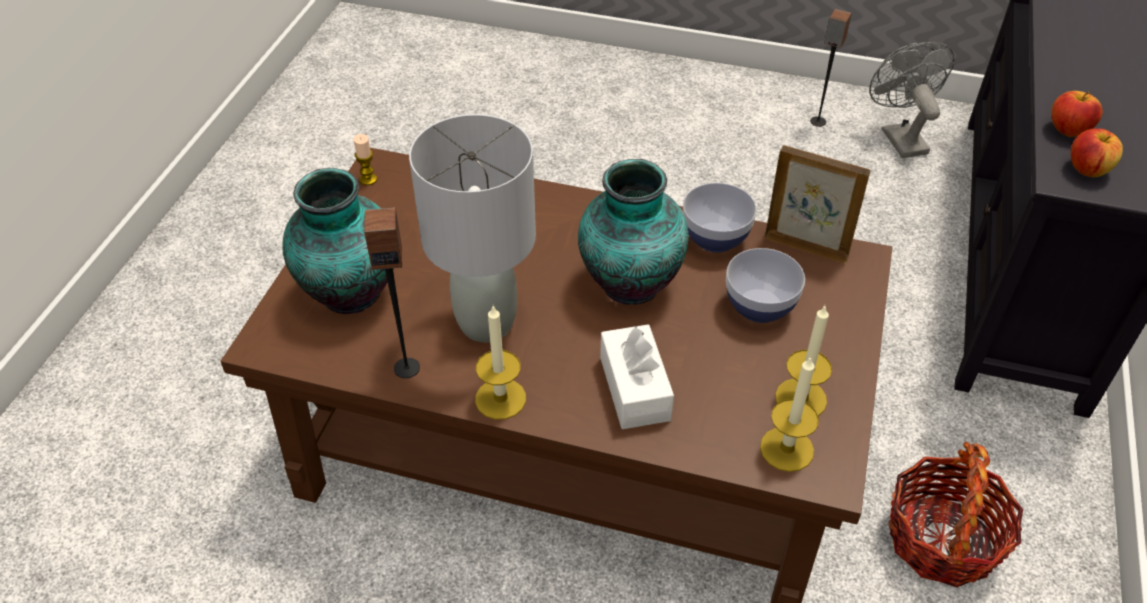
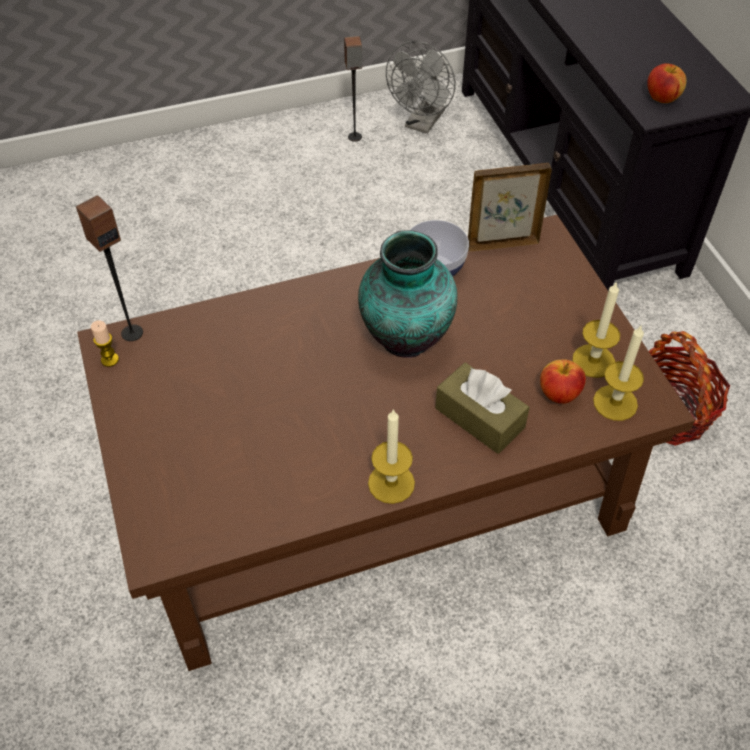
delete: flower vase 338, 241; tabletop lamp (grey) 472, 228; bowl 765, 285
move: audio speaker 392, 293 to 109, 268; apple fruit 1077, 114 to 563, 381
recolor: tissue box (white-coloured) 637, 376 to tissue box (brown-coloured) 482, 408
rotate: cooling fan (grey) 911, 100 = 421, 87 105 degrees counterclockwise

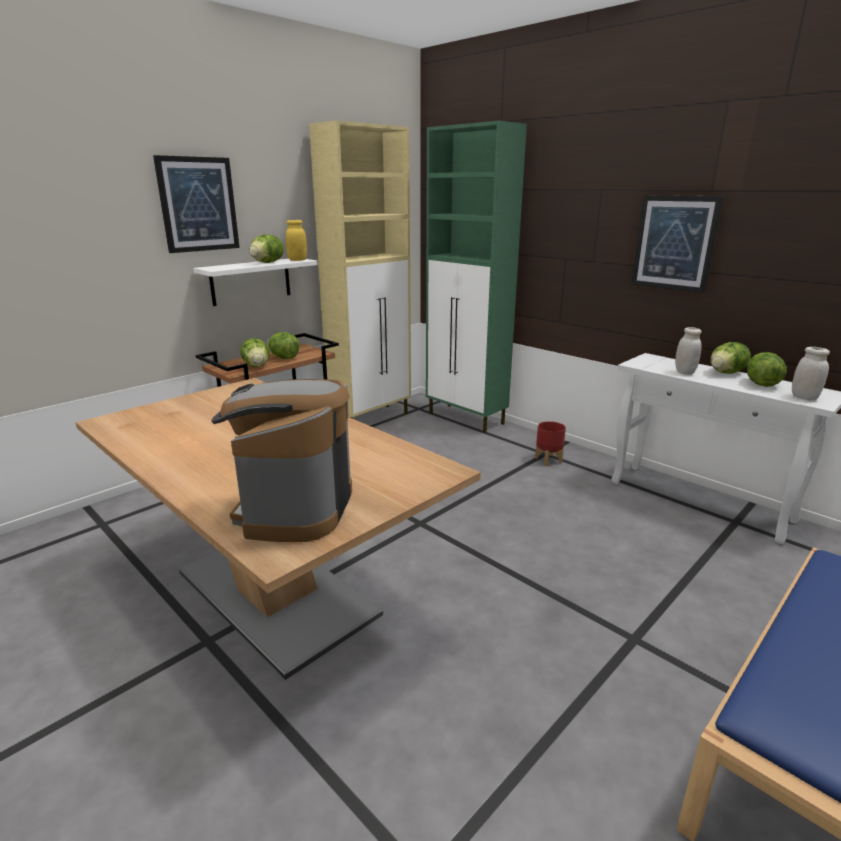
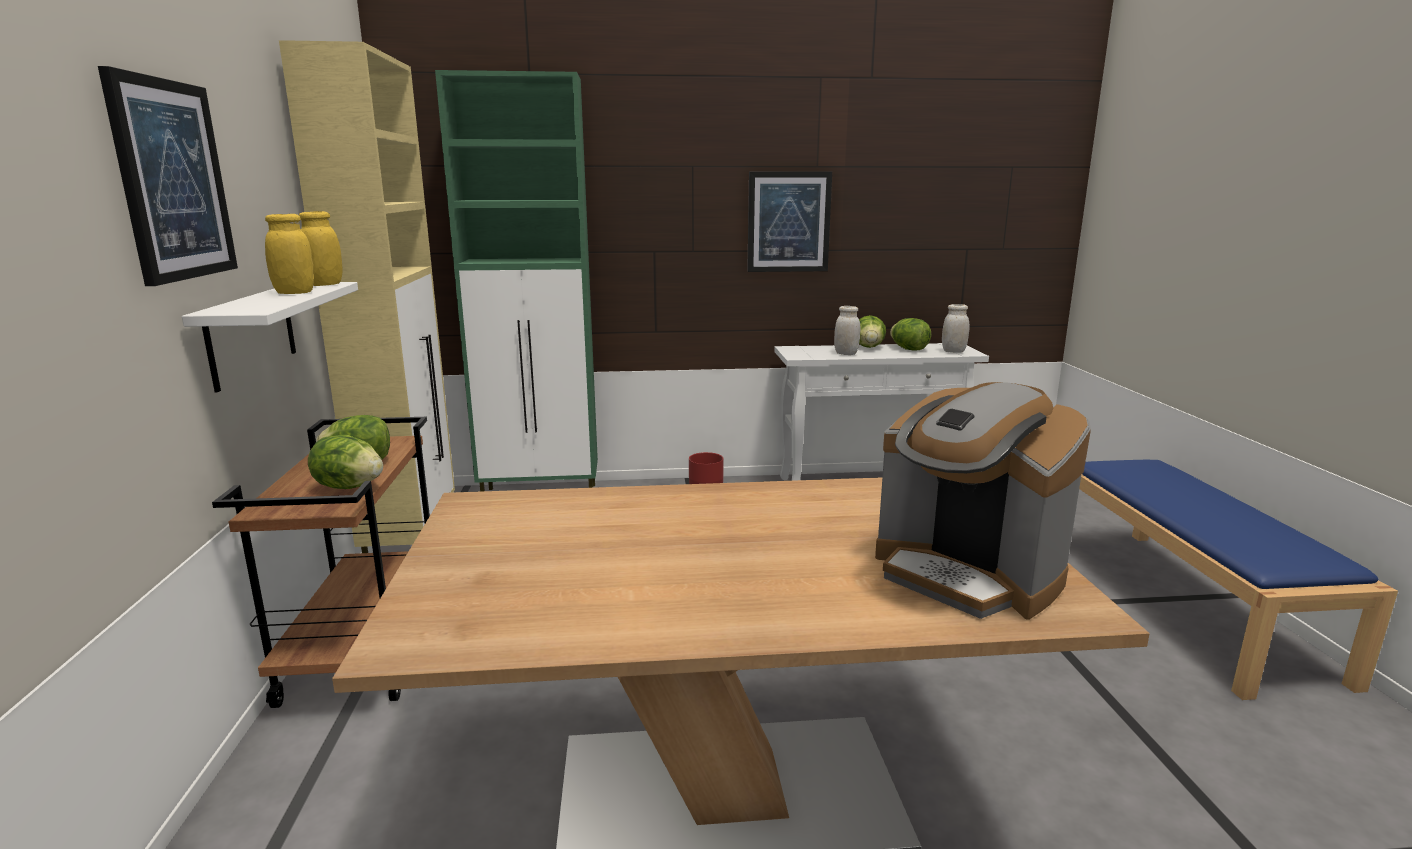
replace: lettuce head 266, 248 to jar (yellow-coloured) 289, 254

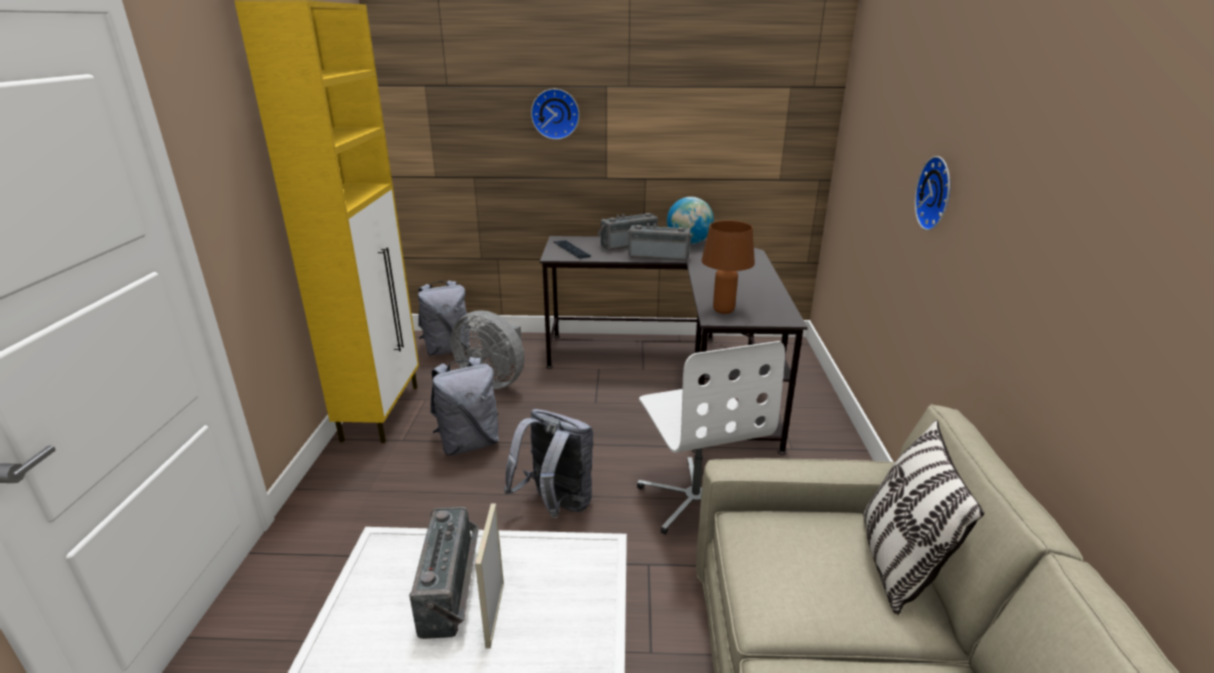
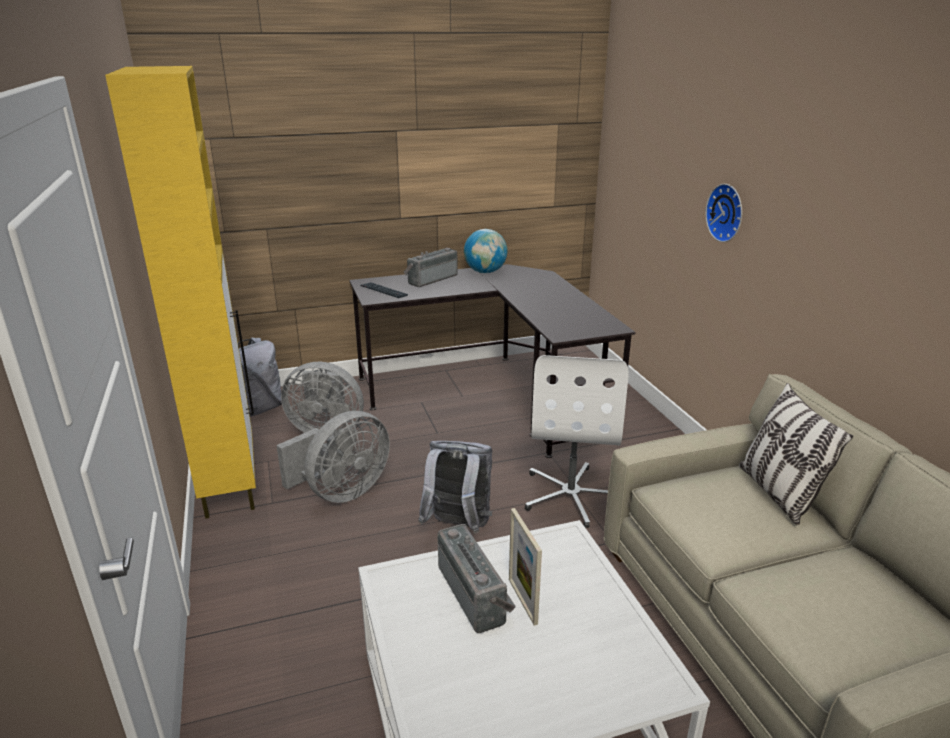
delete: wall clock 555, 114; radio 659, 242; tabletop lamp (brown-coloured) 728, 267
replace: backpack (grey) 464, 406 to cooling fan (grey) 333, 457
rotate: office chair (white-coloured) 711, 437 = 577, 441 45 degrees clockwise

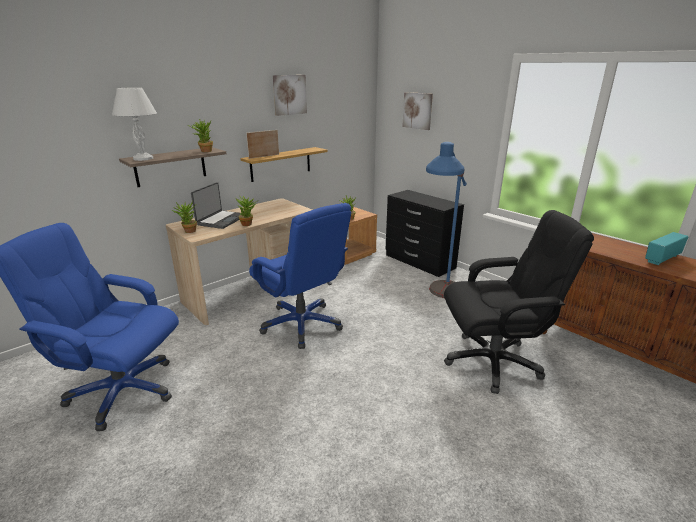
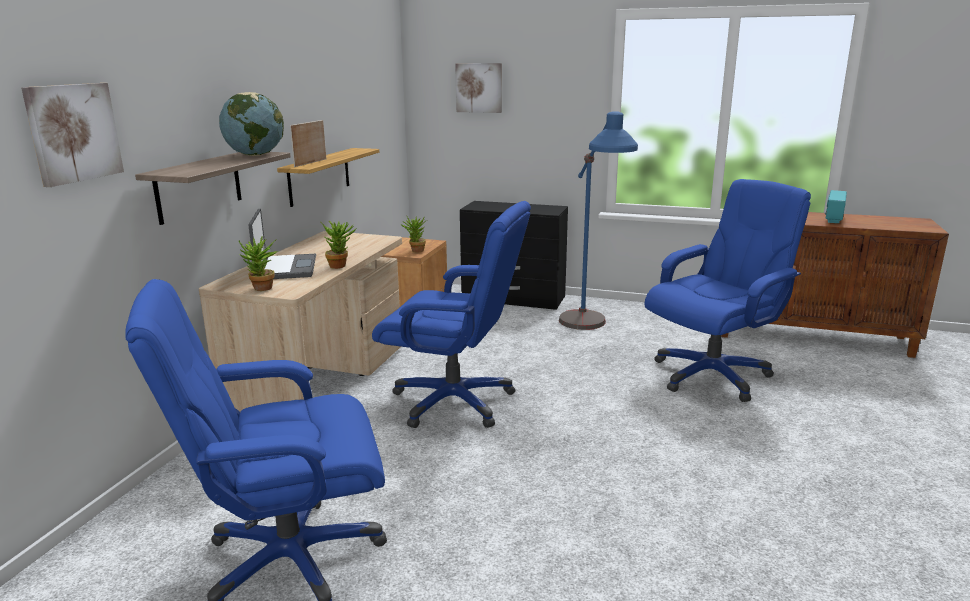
delete: tabletop lamp (white-coloured) 134, 124
move: picture 290, 95 to 72, 135
replace: plant in a pot 200, 135 to world globe 251, 124
recolor: office chair (black) 519, 302 to office chair (blue-coloured) 727, 290

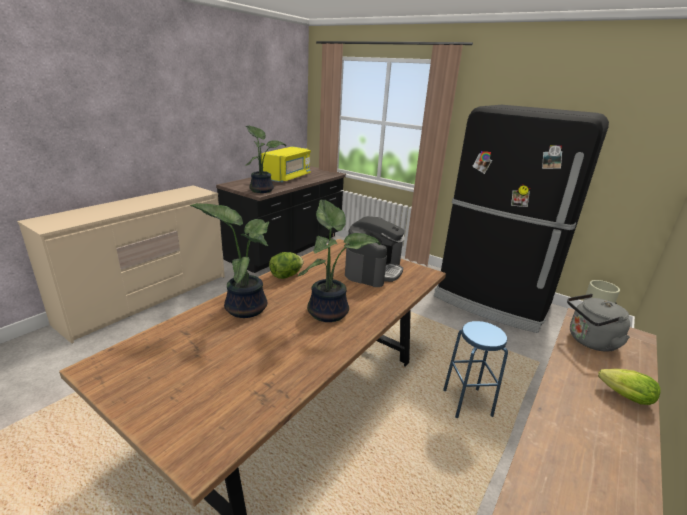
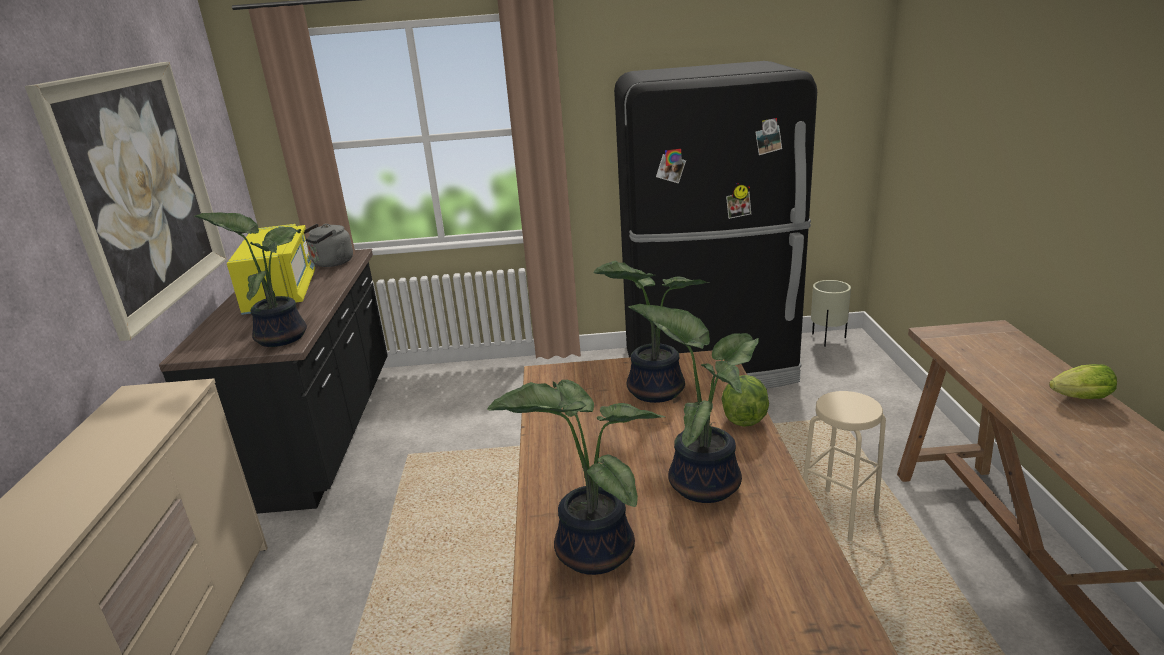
insert: picture 126, 201
move: lettuce head 286, 265 to 745, 401; kettle (grey) 598, 323 to 328, 245
replace: coffee machine 375, 251 to plant in a pot 651, 332
recolor: stool seat (blue-coloured) 475, 369 to stool seat (beige) 844, 466

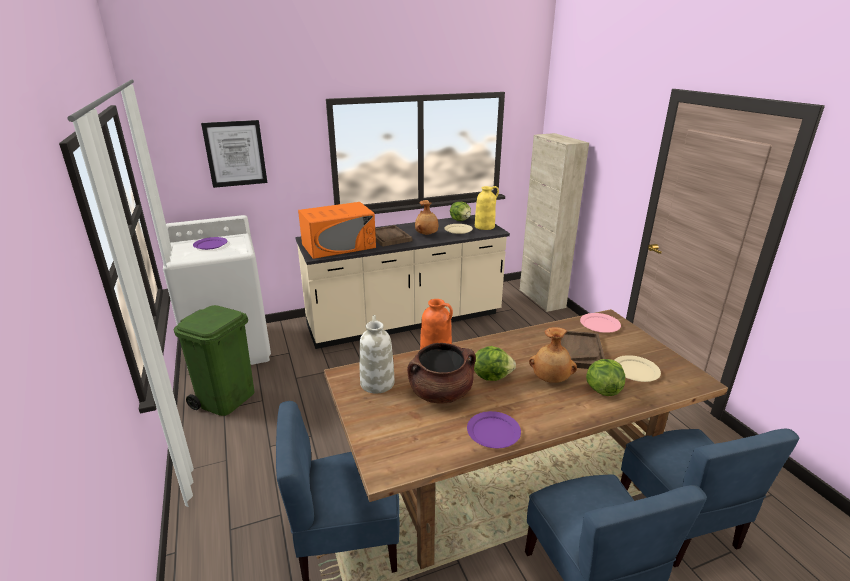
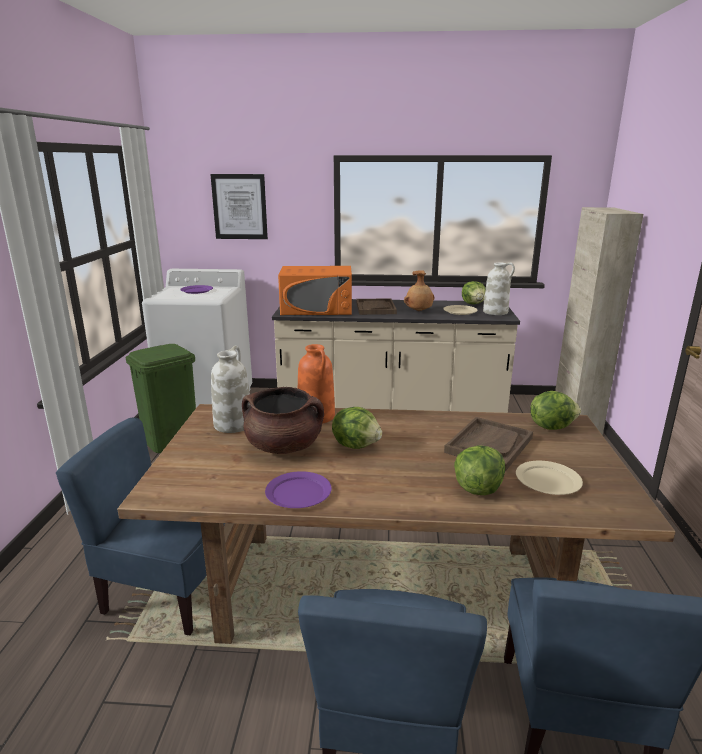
delete: flower vase (brown-coloured) 553, 355
replace: plate (pinkish) 600, 323 to lettuce head 555, 410
recolor: flower vase (yellow-coloured) 487, 208 to flower vase (white-coloured) 499, 288

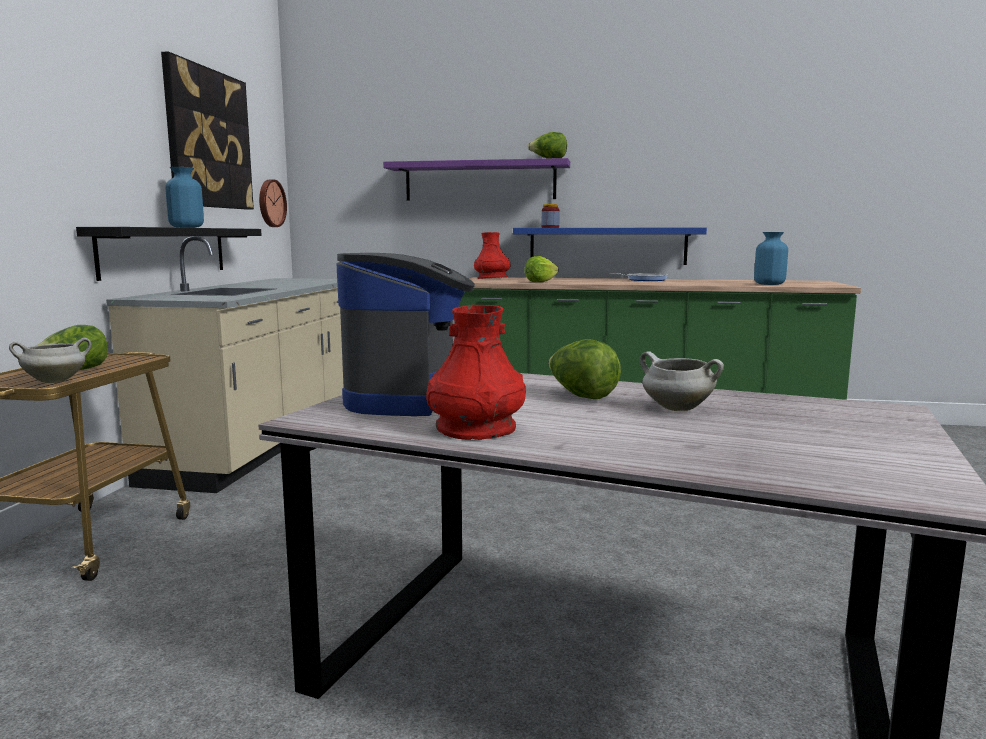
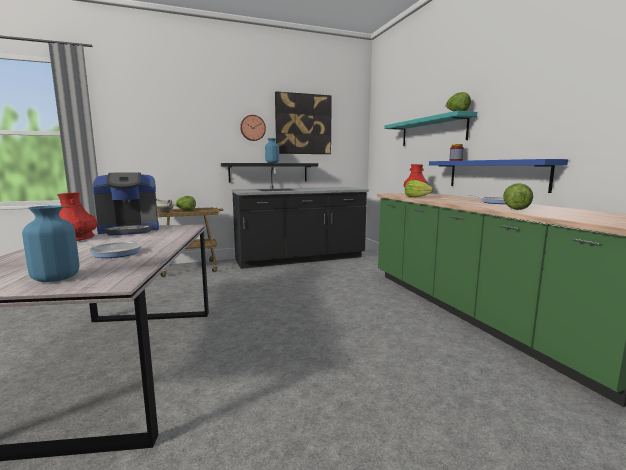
move: wall clock 273, 203 to 253, 128; lettuce head 584, 369 to 518, 196; flower vase (blue-coloured) 771, 258 to 50, 243
replace: saucepot (white-coloured) 682, 381 to frying pan 109, 250
recolor: kitchen base unit (beige) 225, 364 to kitchen base unit (black) 300, 218; wall shelf (purple-coloured) 476, 179 to wall shelf (turquoise) 430, 128

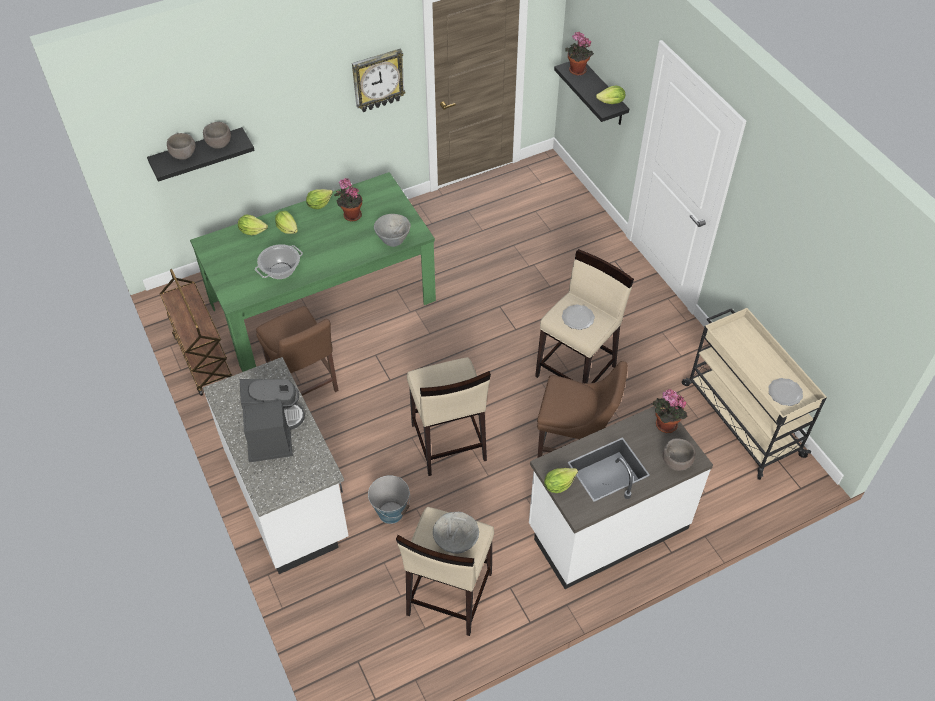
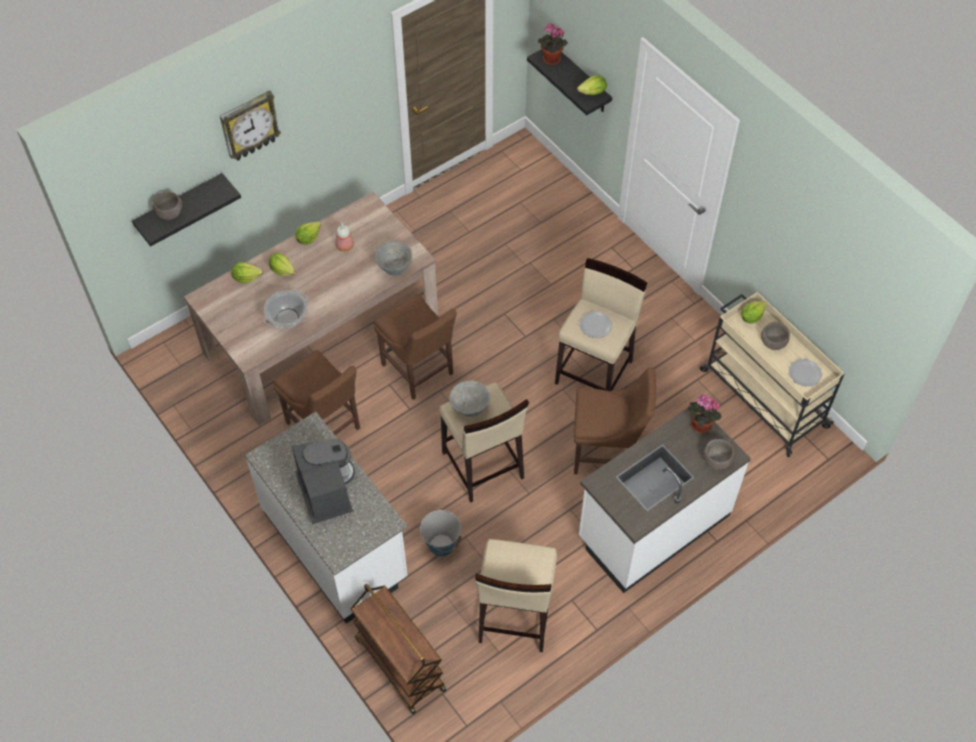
insert: chair (brown-coloured) 415, 347
move: trolley (brown-coloured) 196, 332 to 398, 649; bowl (brown-coloured) 217, 135 to 775, 336; wall clock 379, 80 to 250, 125; bowl (grey) 456, 532 to 469, 398; lettuce head 561, 480 to 754, 312
replace: plant in a pot 348, 199 to beverage bottle 345, 237
recolor: kitchen table (green-coloured) 313, 272 to kitchen table (beige) 311, 308

